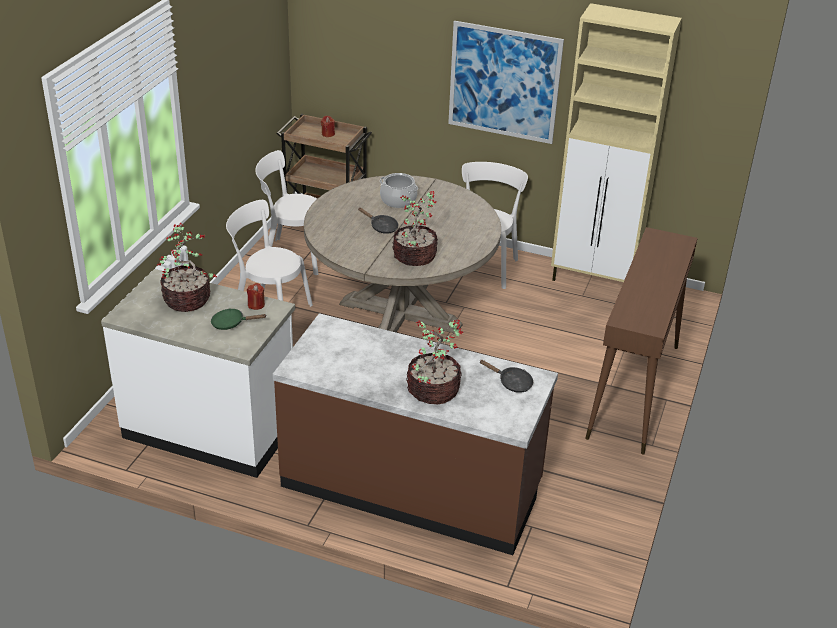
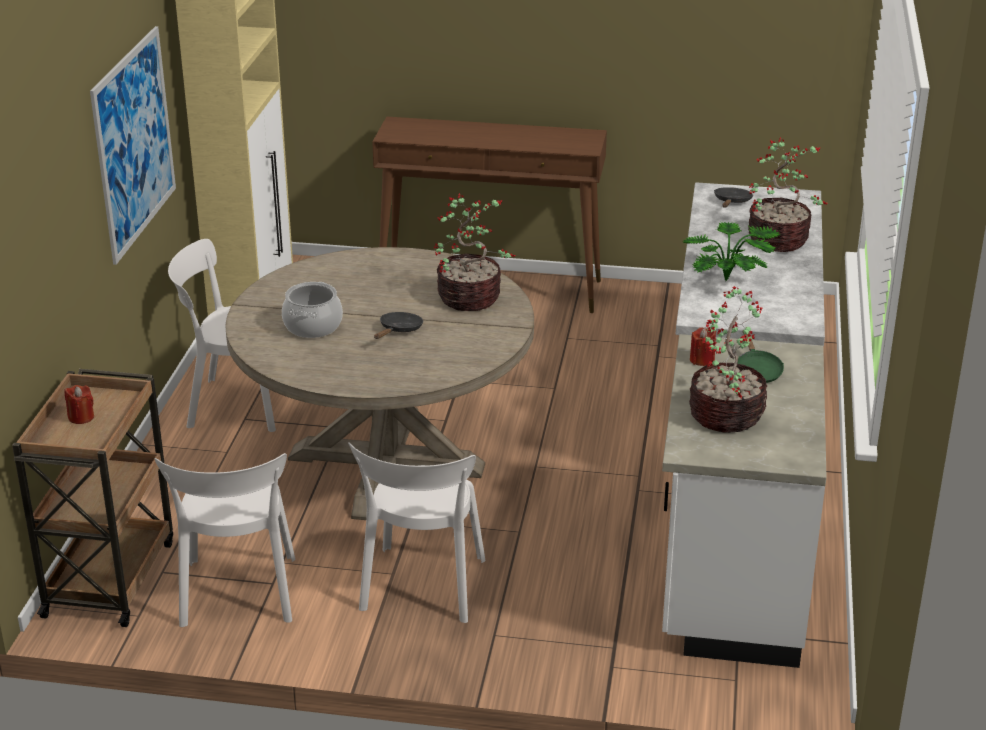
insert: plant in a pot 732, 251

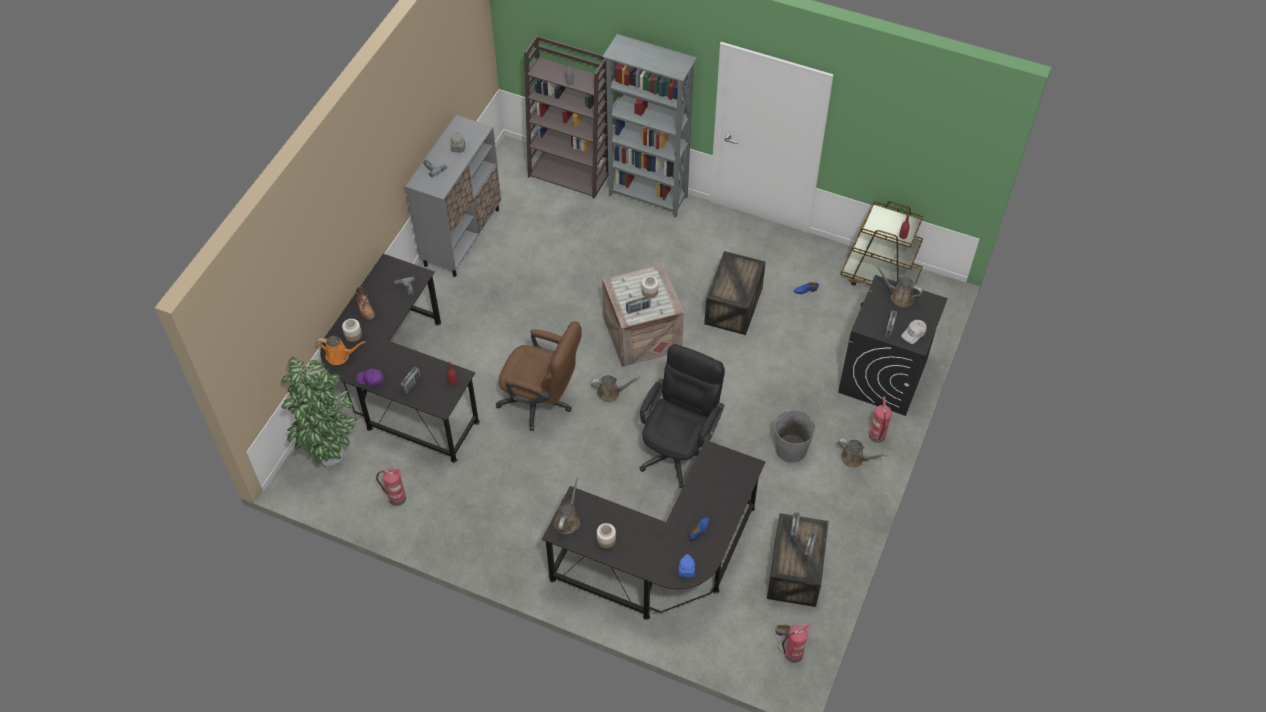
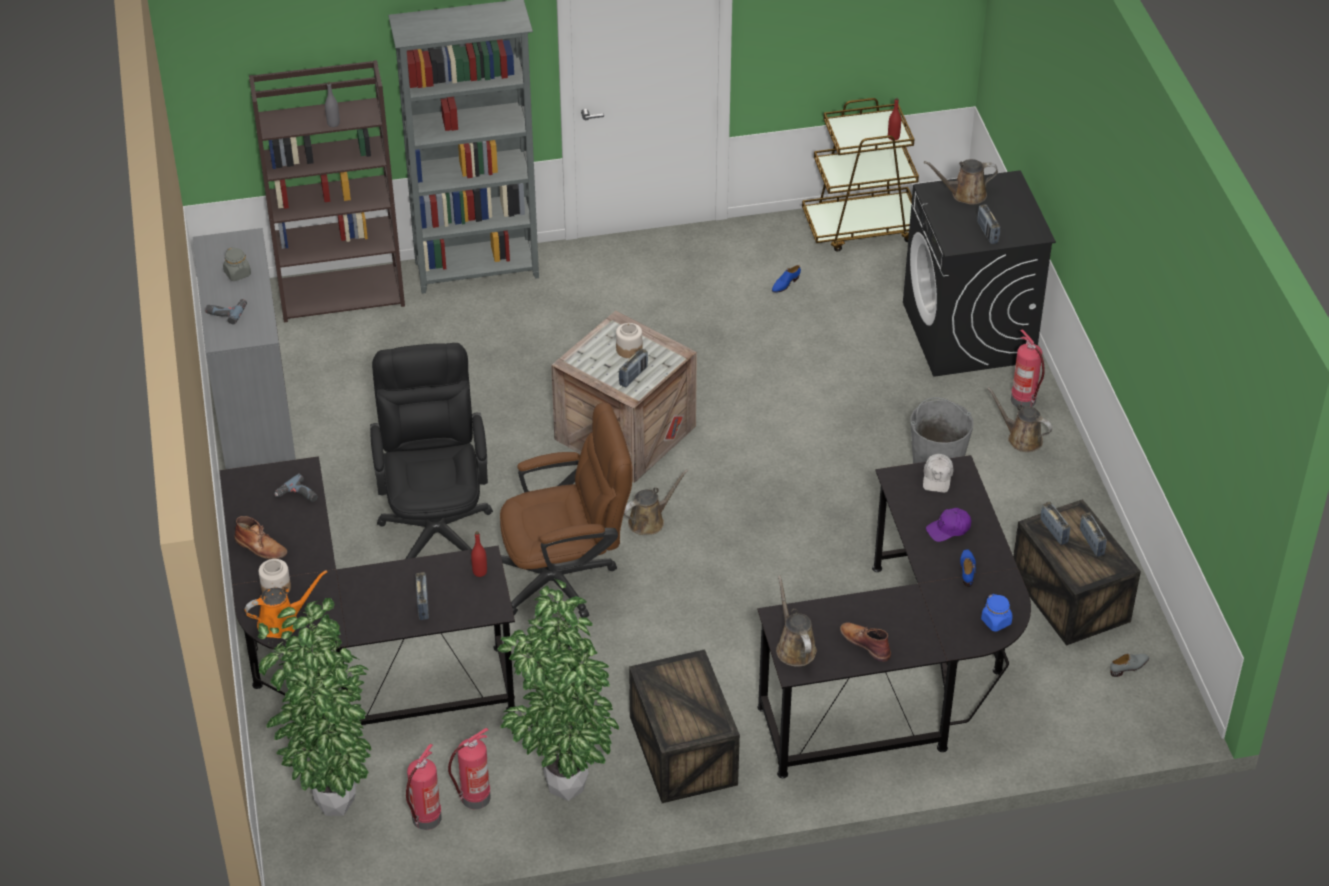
insert: plant in a pot 558, 690
move: baseball cap (purple-coloured) 370, 377 to 949, 525; office chair (black) 682, 416 to 431, 451; shipping crate 735, 293 to 684, 726; extinguisher 796, 643 to 424, 787; baseball cap (white-coloured) 914, 332 to 938, 473
replace: jar 606, 535 to boot (brown-coloured) 865, 642
rotate: watering can (brown-coloured) 862, 453 = 1020, 419 135 degrees counterclockwise

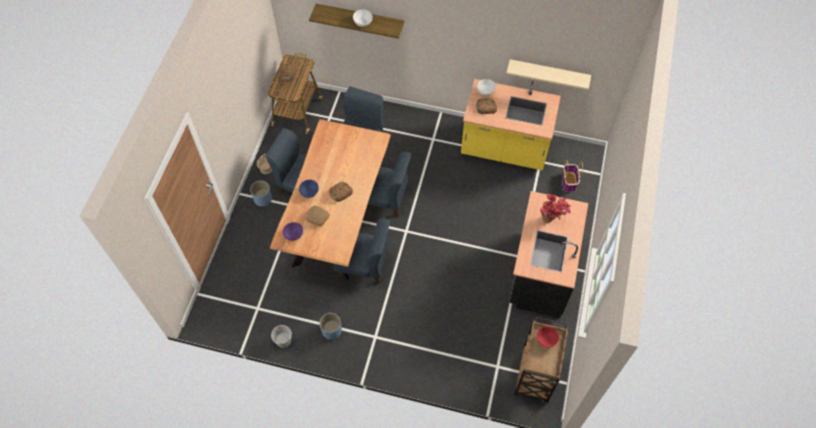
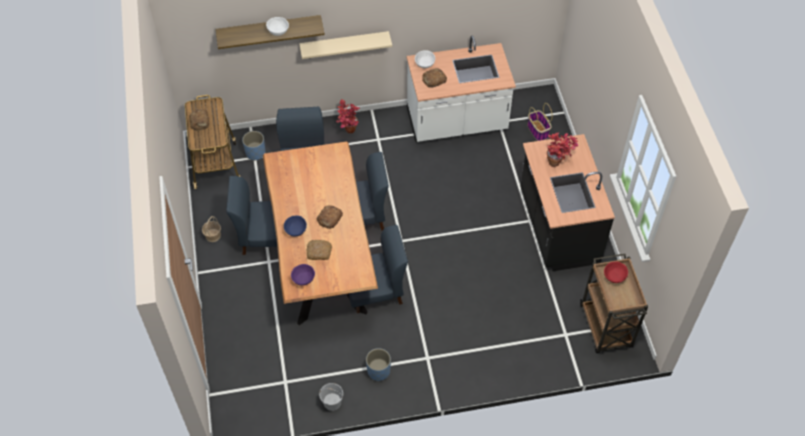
insert: plant in a pot 348, 116
move: planter (blue-coloured) 261, 193 to 253, 146; wall shelf (beige) 548, 74 to 345, 45
recolor: kitchen base unit (yellow-coloured) 511, 125 to kitchen base unit (white-coloured) 461, 88

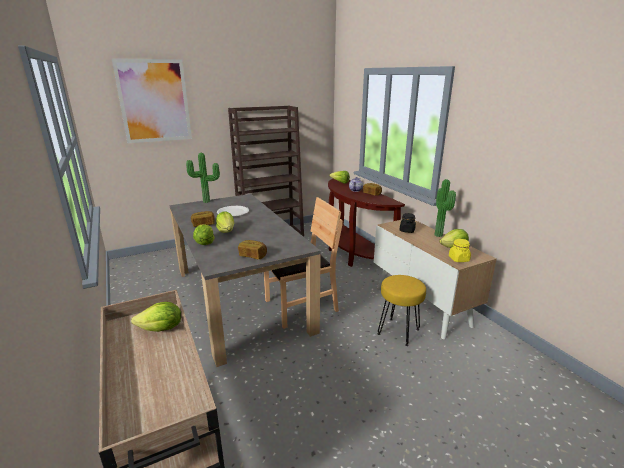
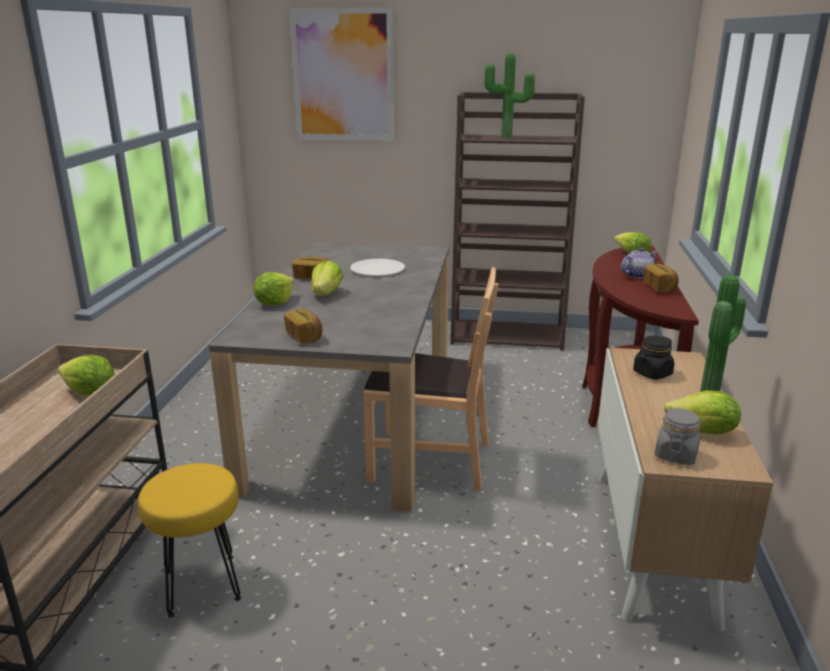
move: plant in a pot 203, 178 to 509, 95; stool seat (yellow-coloured) 402, 310 to 189, 540
recolor: jar (yellow-coloured) 460, 250 to jar (grey) 678, 436

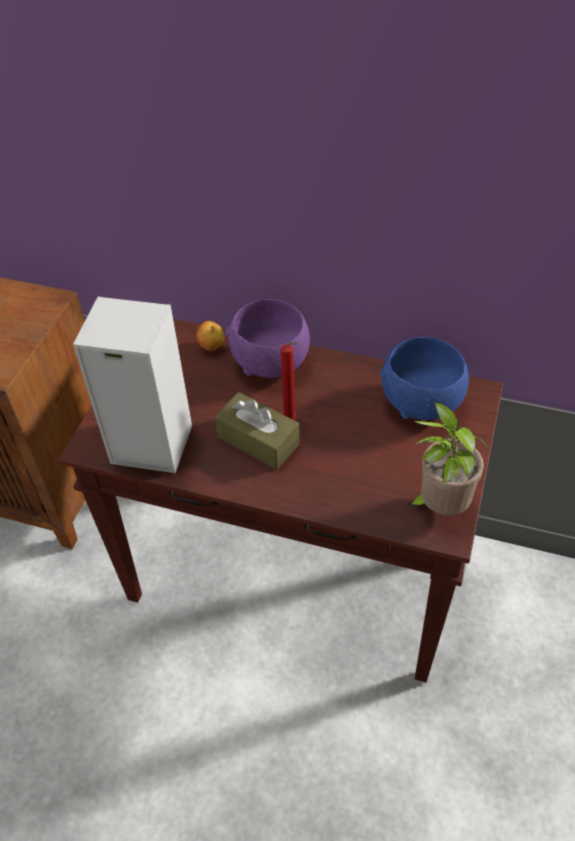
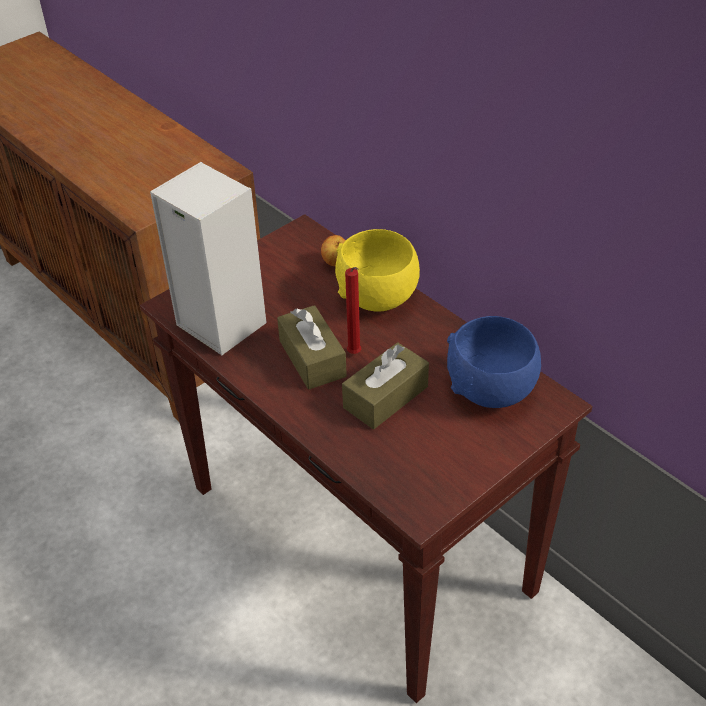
delete: plant in a pot 447, 458
insert: tissue box (brown-coloured) 385, 385
recolor: bowl (purple-coloured) 267, 338 to bowl (yellow-coloured) 377, 270

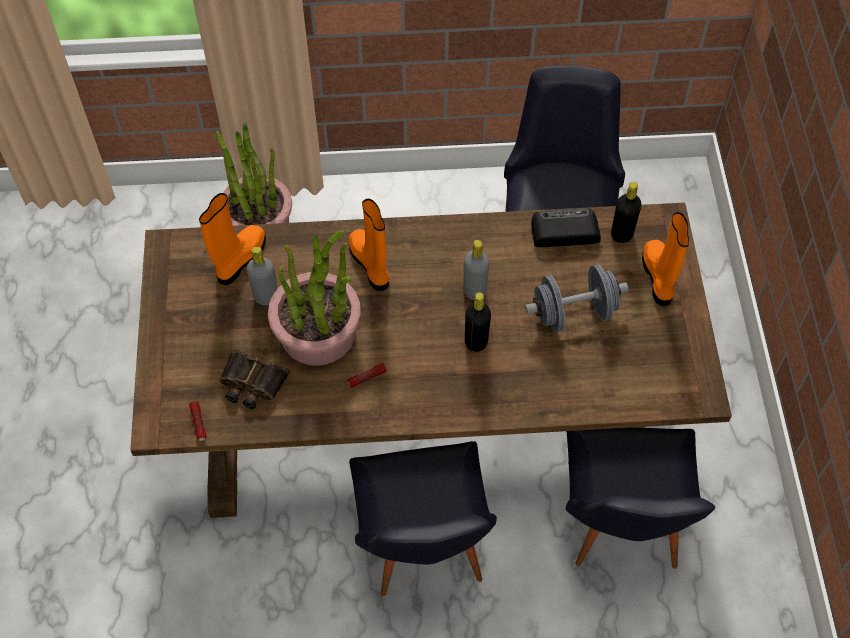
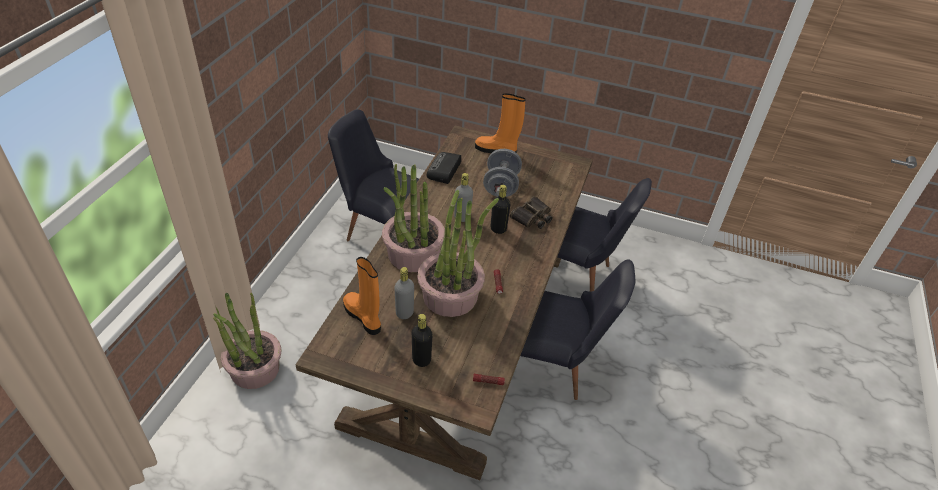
move: pair of binoculars 254, 379 to 531, 212; beverage bottle (black) 626, 212 to 422, 340
replace: boot (orange) 369, 245 to plant in a pot 413, 218

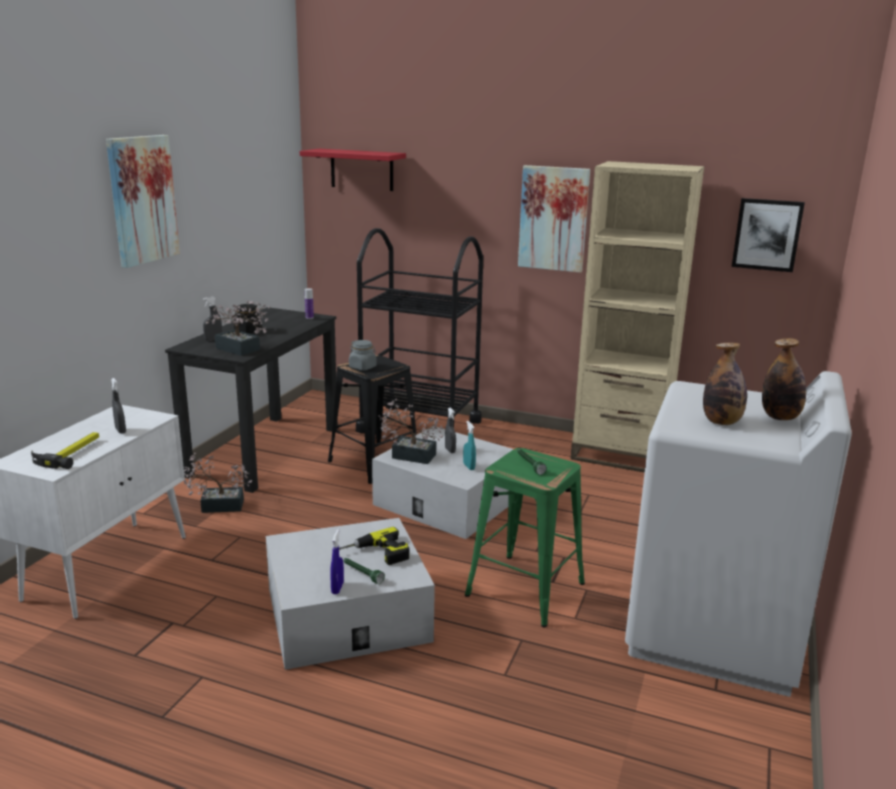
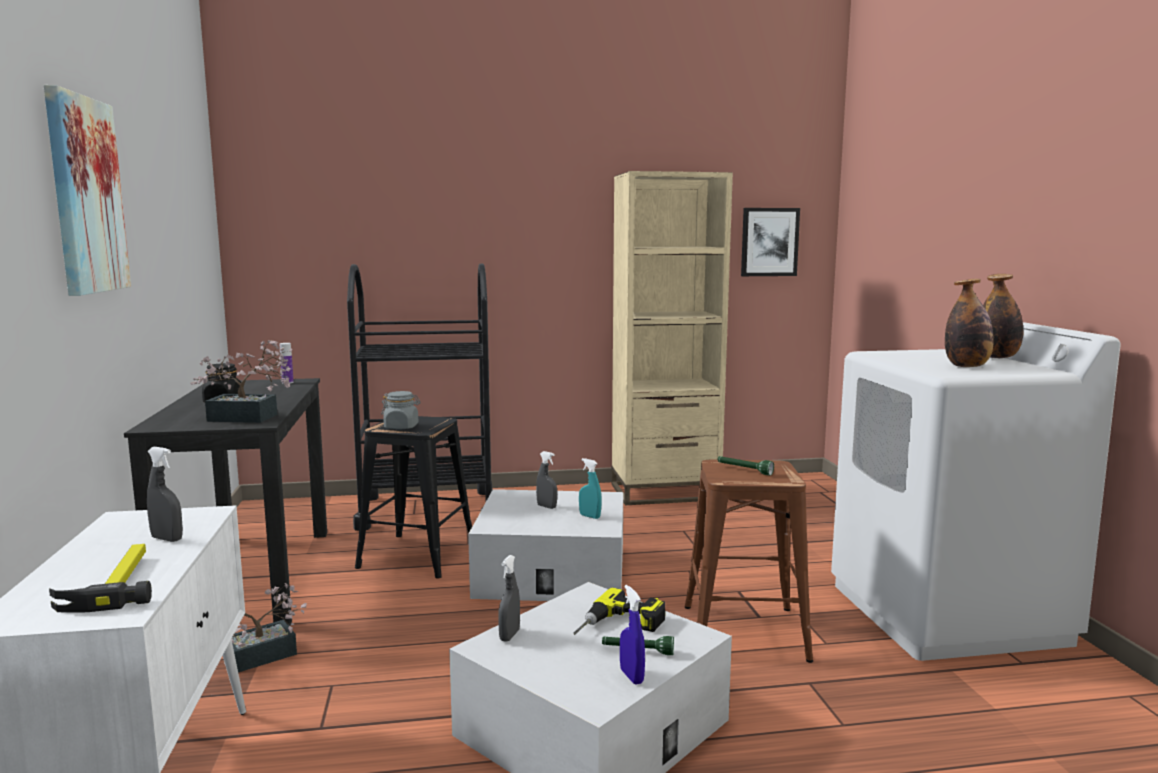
delete: wall shelf (red-coloured) 353, 170; plant in a pot 411, 431; picture 554, 219
move: hand sprayer (grey) 212, 319 to 509, 598
recolor: stool seat (green-coloured) 525, 537 to stool seat (brown-coloured) 749, 561

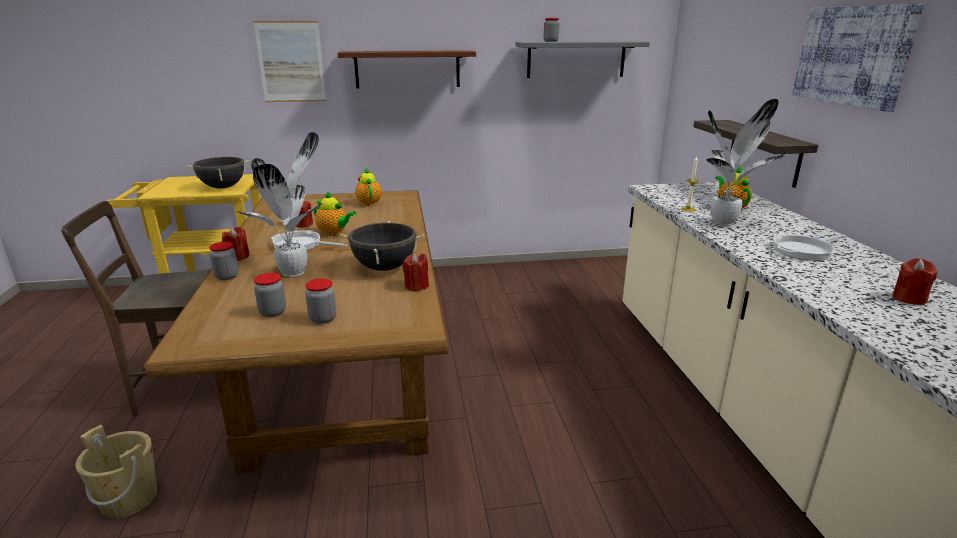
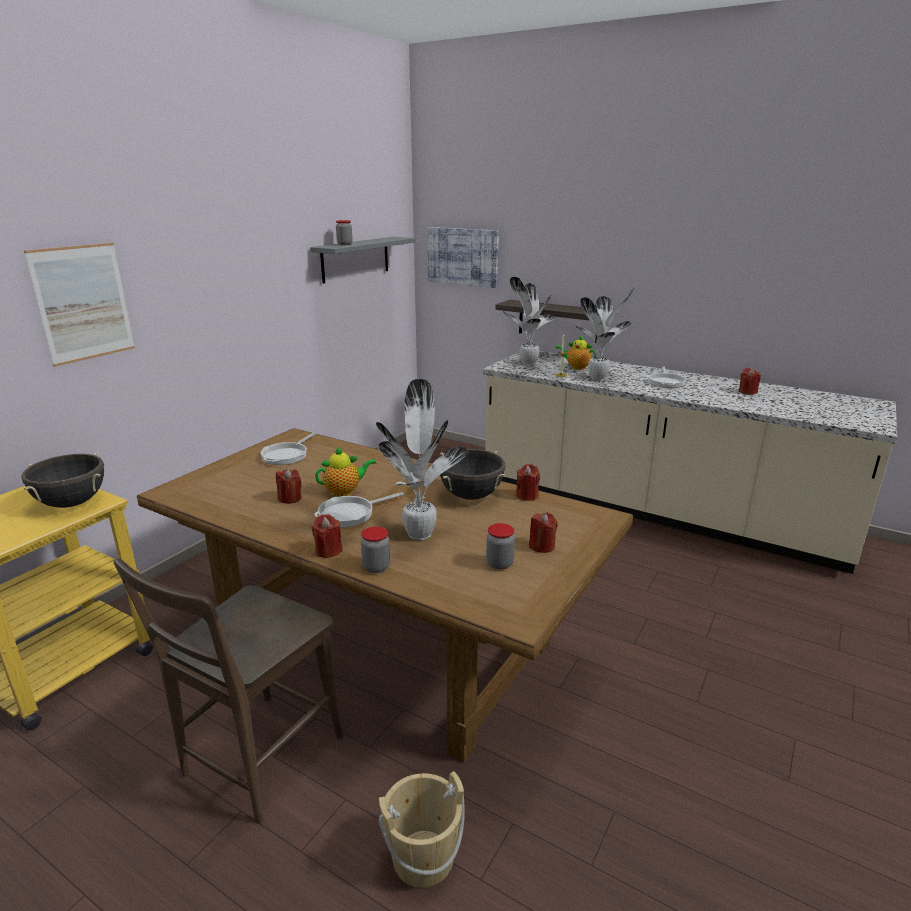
delete: wall shelf (brown-coloured) 407, 69
insert: plant in a pot 529, 321
move: picture 858, 58 to 463, 257
replace: jar 320, 301 to candle (red-coloured) 543, 532; teapot 368, 186 to frying pan 288, 449

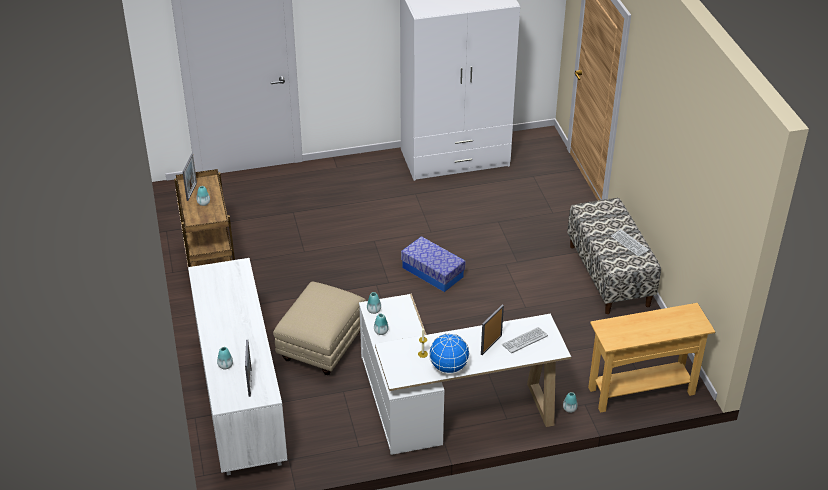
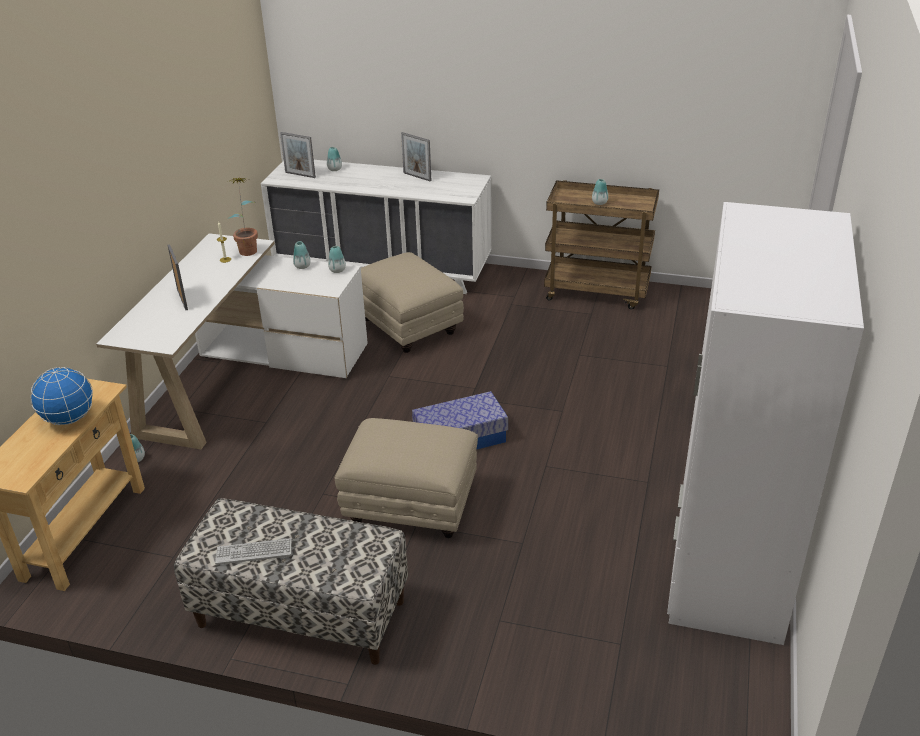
delete: PC keyboard 525, 340
insert: plant in a pot 242, 217; pouffe (beige) 406, 478
move: standing frame 189, 177 to 416, 157; world globe 449, 353 to 62, 396

